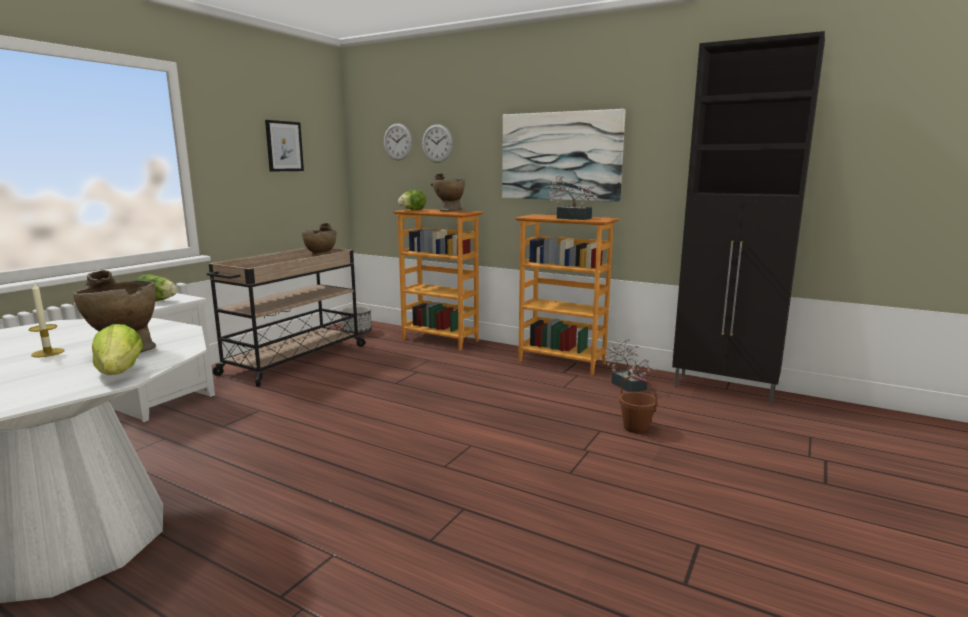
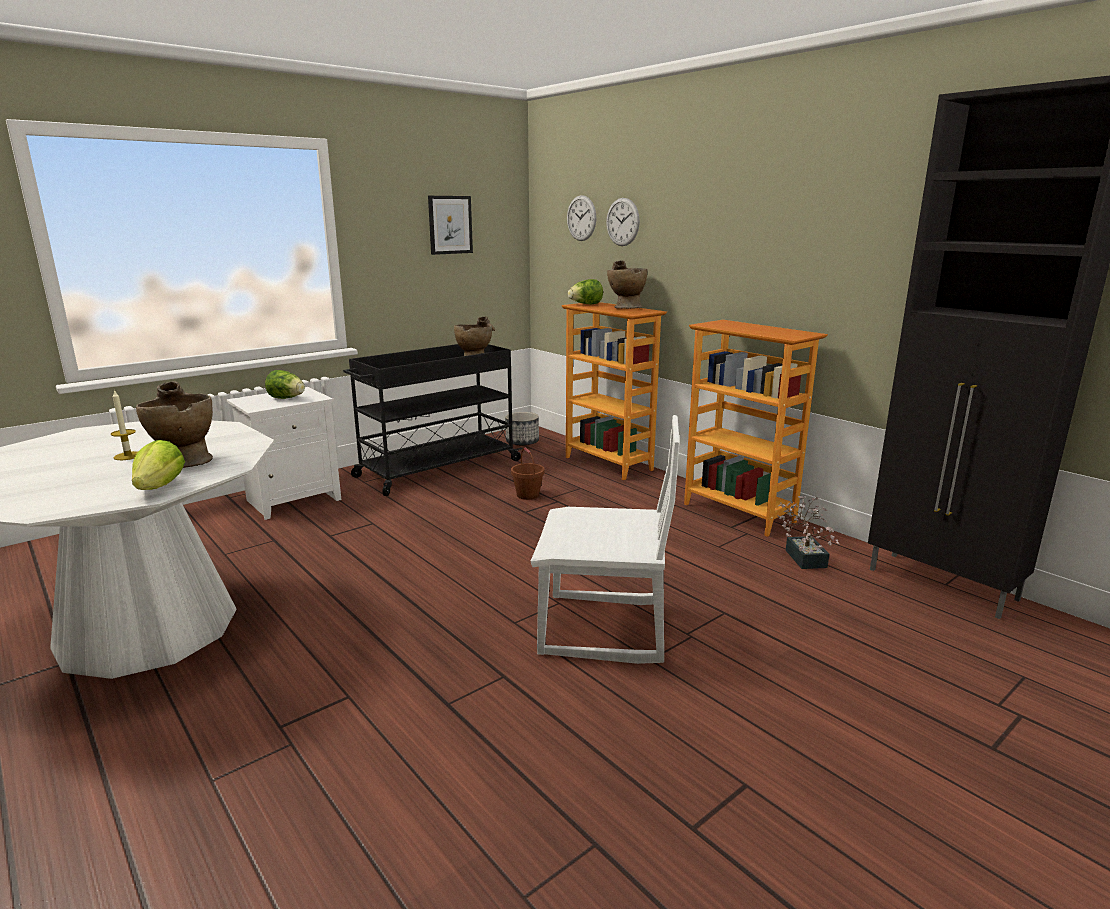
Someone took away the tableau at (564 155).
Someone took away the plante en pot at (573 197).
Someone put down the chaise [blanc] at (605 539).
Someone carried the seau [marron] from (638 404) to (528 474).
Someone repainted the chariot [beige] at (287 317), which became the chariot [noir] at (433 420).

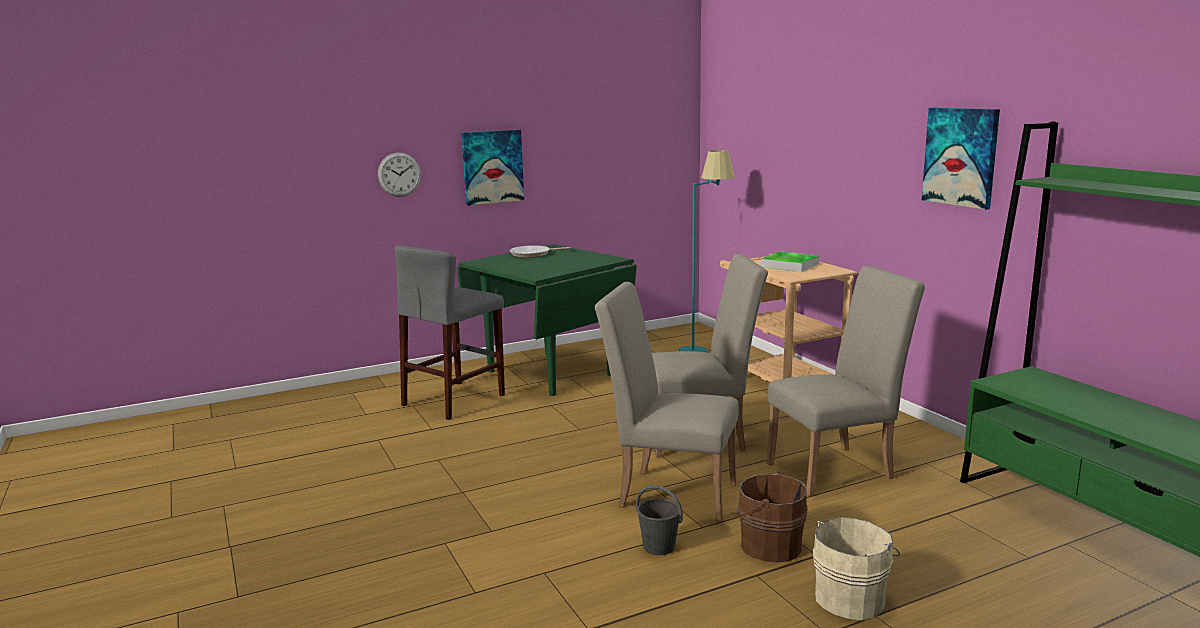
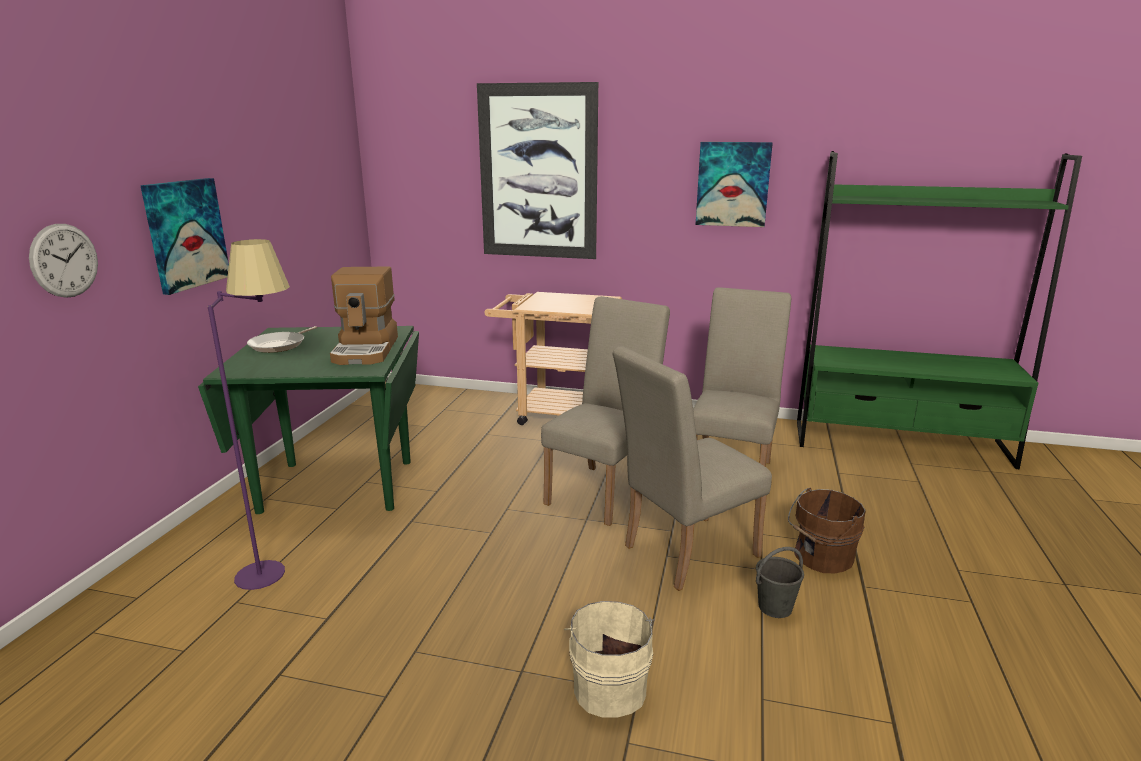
Someone took away the lampadaire [turquoise] at (707 251).
Someone took away the plateau at (790 261).
Someone put down the machine à café at (364 316).
Someone put up the tableau at (537 170).
Someone carried the seau [beige] from (856 568) to (609 659).
Someone swapped the tabouret [gris] at (450 332) for the lampadaire [violet] at (249 414).

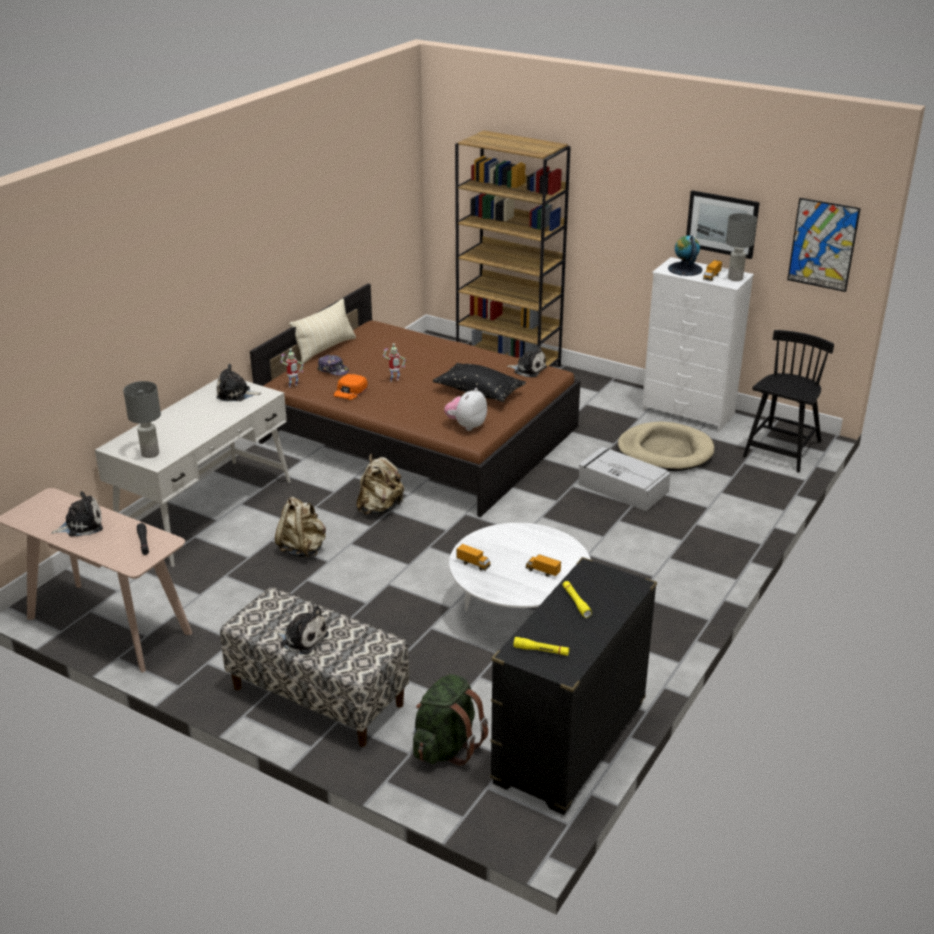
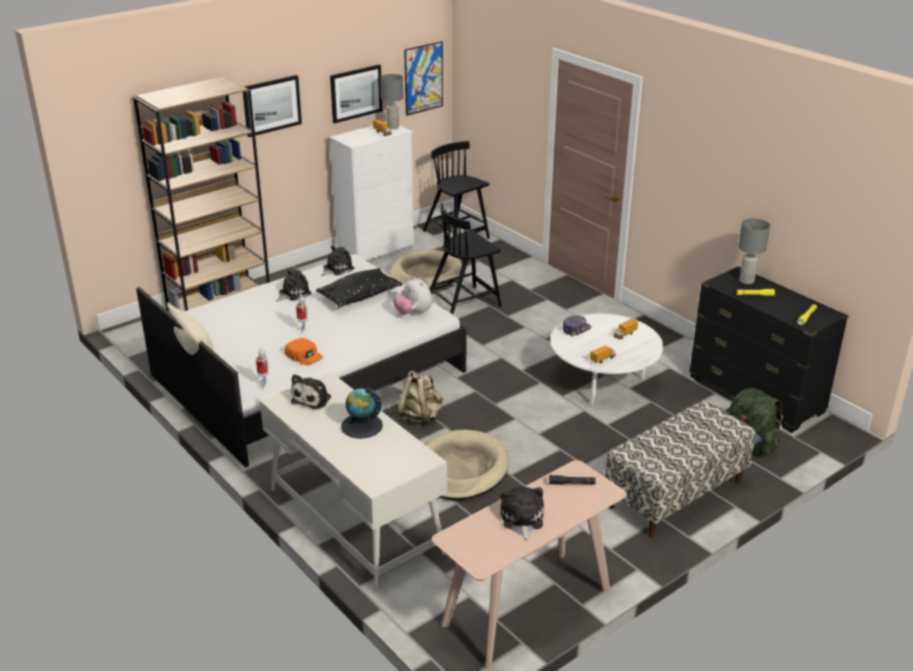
Someone put up the tableau at (272 106).
Someone carried the lampe de table [gris] from (142 419) to (754 251).
Someone carried the peluche from (301 630) to (293 285).
Someone carried the casquette from (333 365) to (577 326).
Someone carried the globe from (685 255) to (362 413).
Someone swapped the sac à dos [beige] at (300 527) for the panier pour chien [beige] at (467 465).
Someone swapped the boîte de rangement [gris] at (624 479) for the chaise [noir] at (466 258).
Someone repainted the lit [marron] at (415 400), which became the lit [blanc] at (301 360).

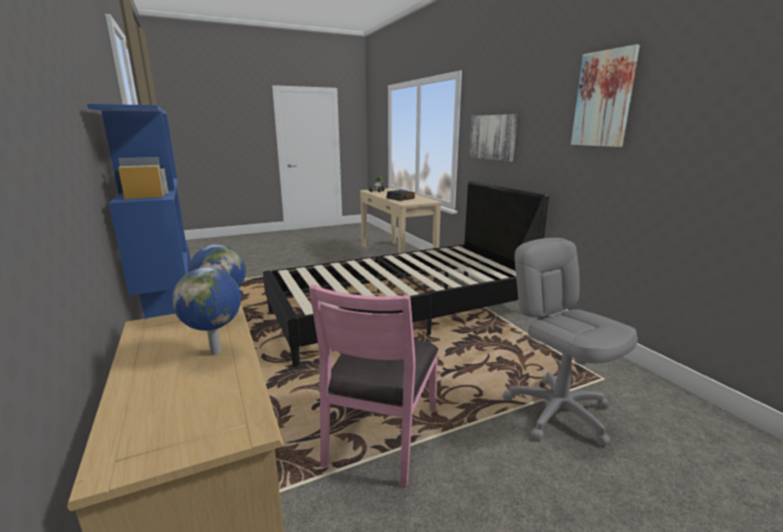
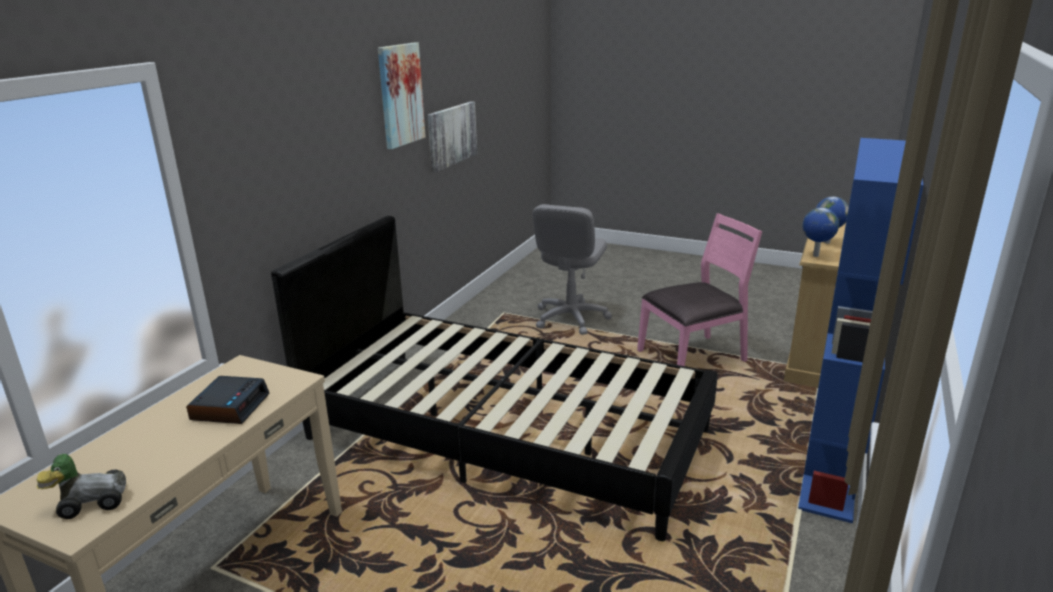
Someone carried the tableau from (493 138) to (452 136).

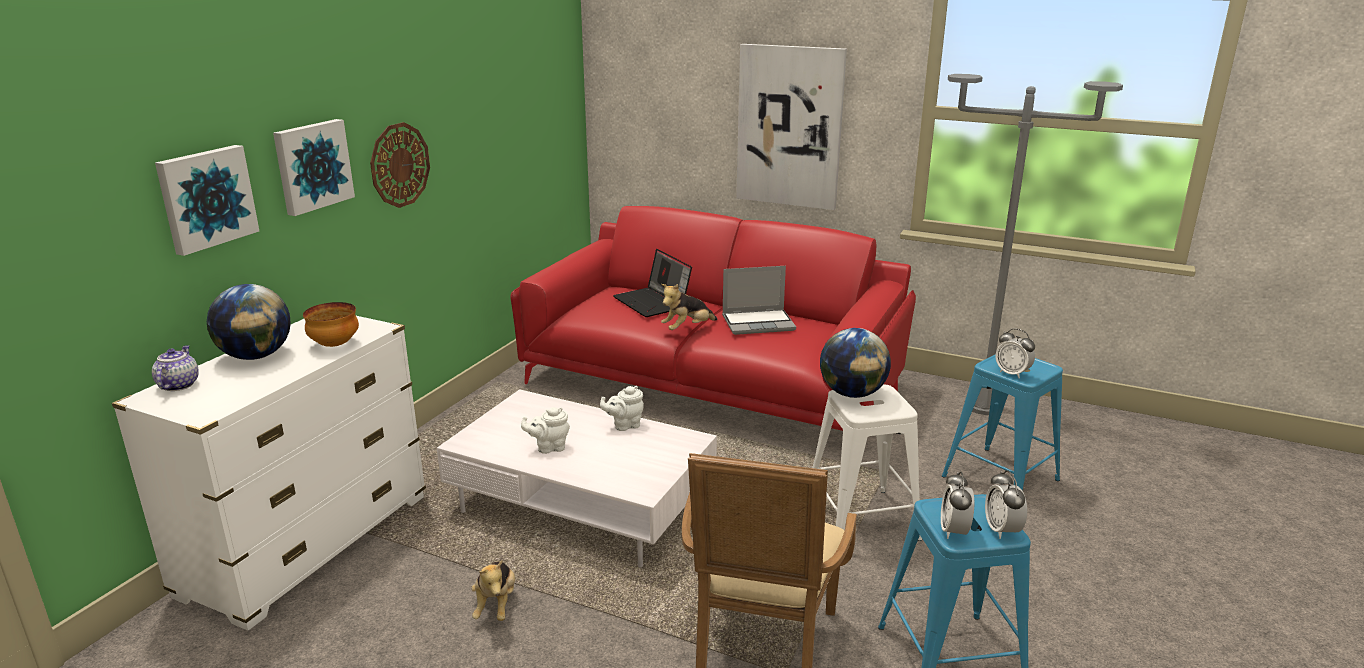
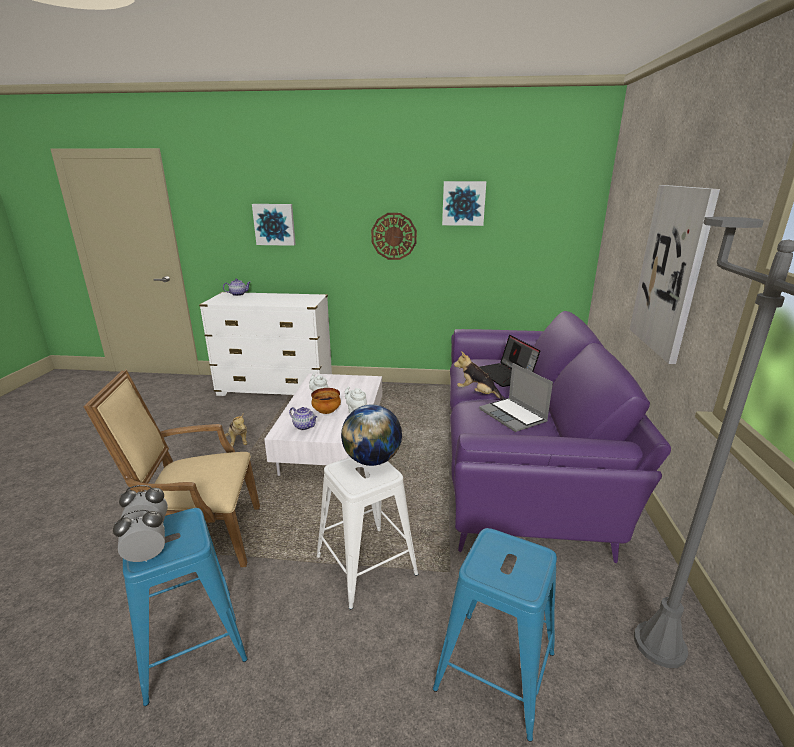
Someone took away the globe at (249 322).
Someone took away the réveil at (1015 353).
Someone put down the théière at (303 418).
Someone carried the tableau from (314 167) to (464 203).
Someone carried the bol from (331 324) to (326 401).
Someone repainted the canapé [rouge] at (713 318), which became the canapé [violet] at (560 437).
Someone rotated the peluche at (493 590) by 90 degrees counterclockwise.
Someone rotated the ordinateur portable at (652 283) by 60 degrees counterclockwise.

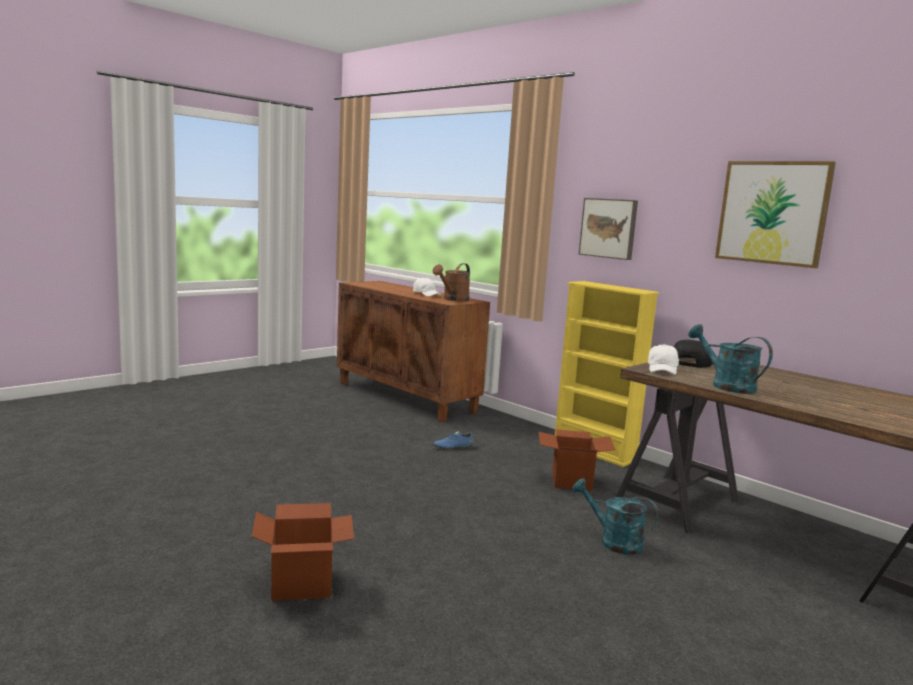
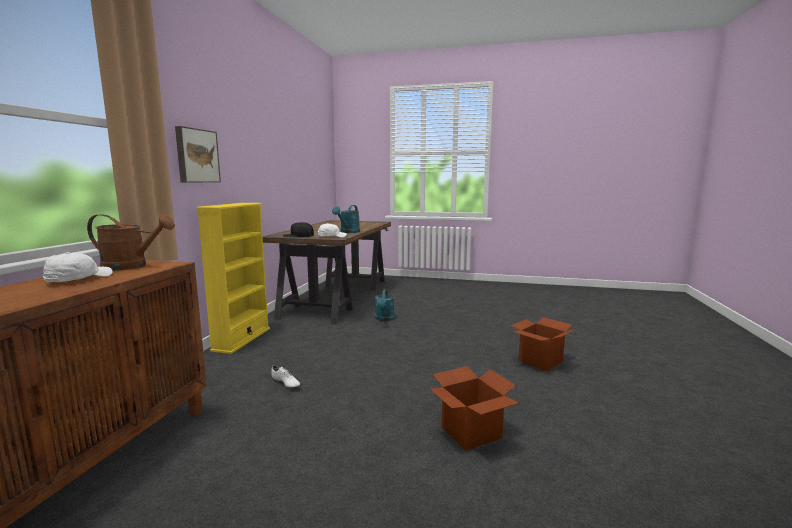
Someone took away the tableau at (775 214).
Someone carried the carton from (577 460) to (474 408).
Someone repainted the chaussure [bleu] at (453 440), which became the chaussure [blanc] at (285 377).

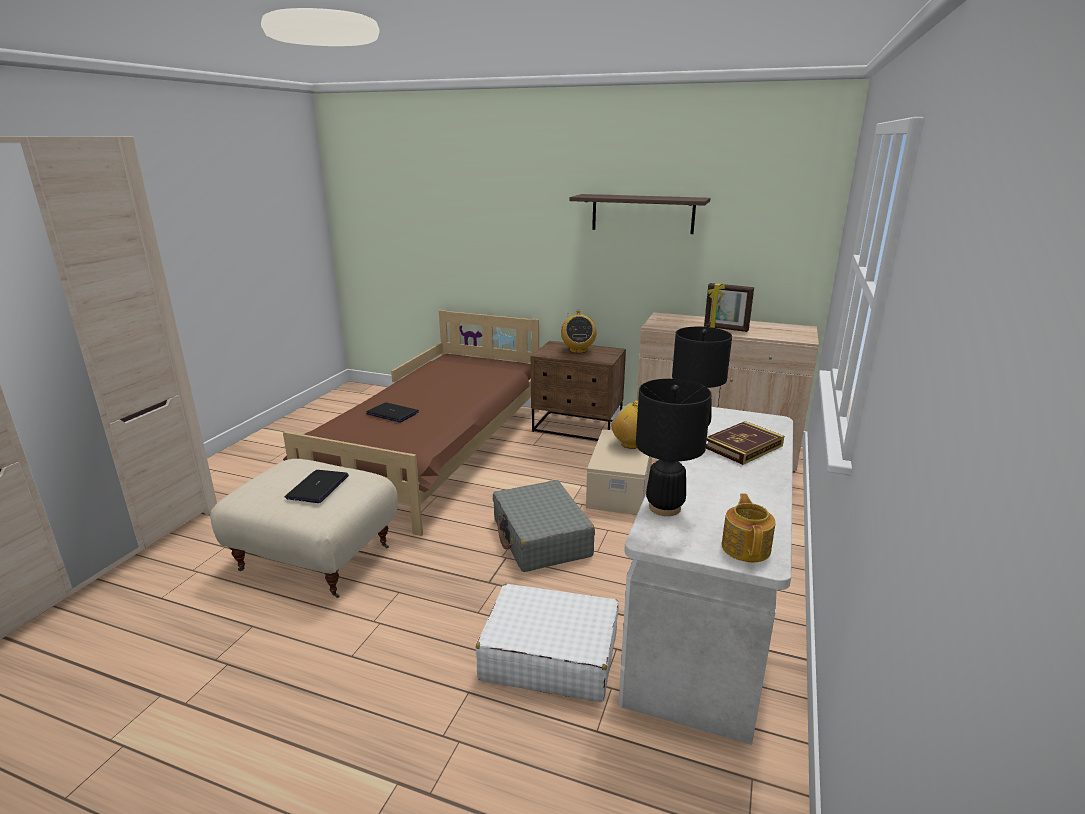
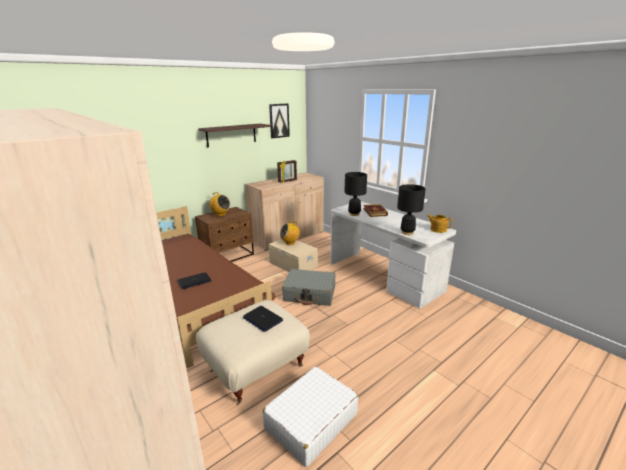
Someone put up the tableau at (279 121).
Someone carried the valise [blanc] from (547 643) to (310 417).

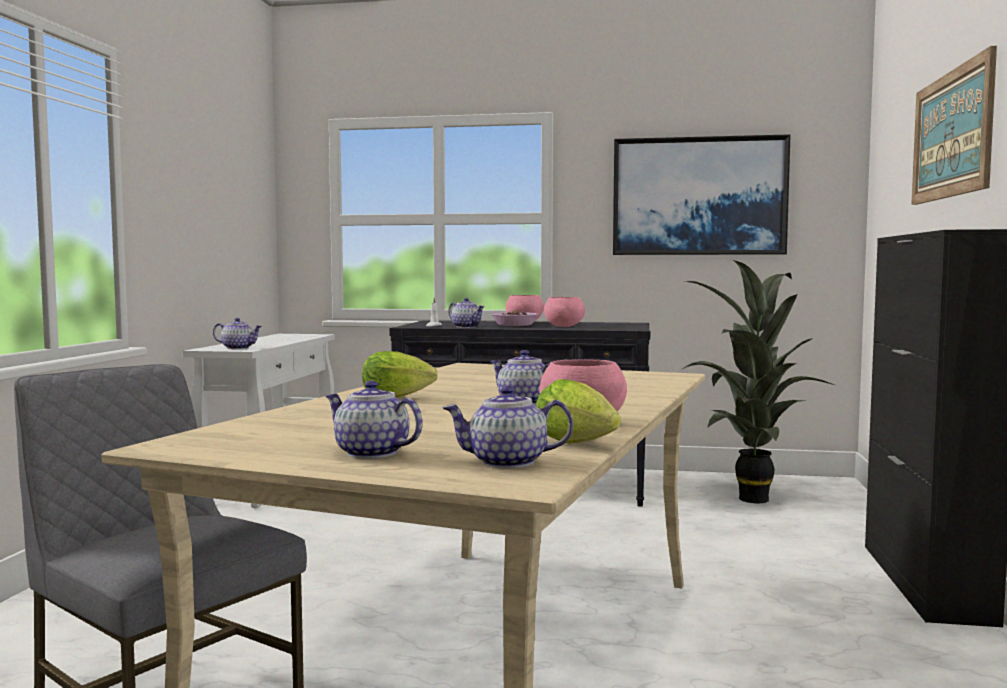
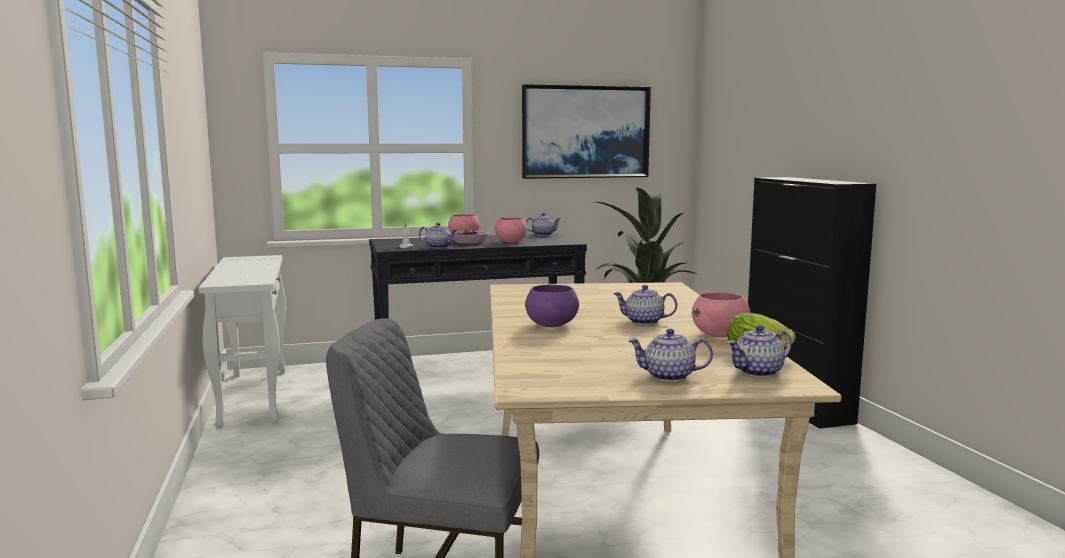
Someone took away the tableau at (954 125).
Someone carried the théière from (237 333) to (543 224).
Someone swapped the laitue at (400 374) for the bol [violet] at (552 306).

